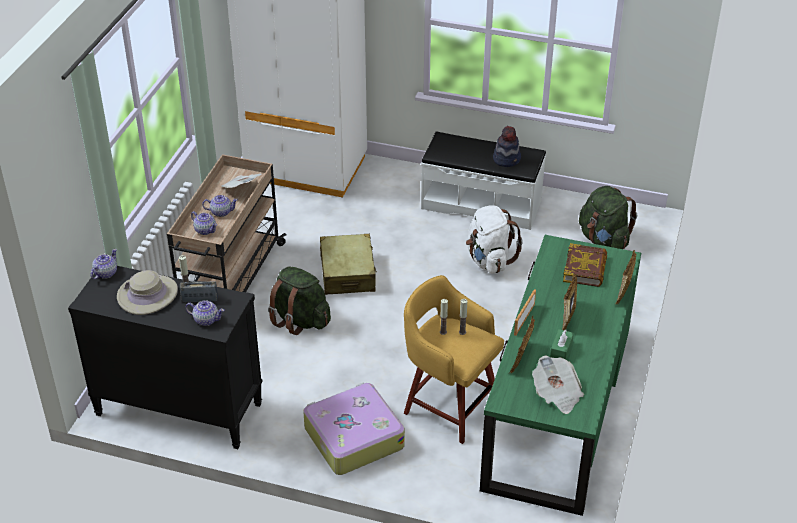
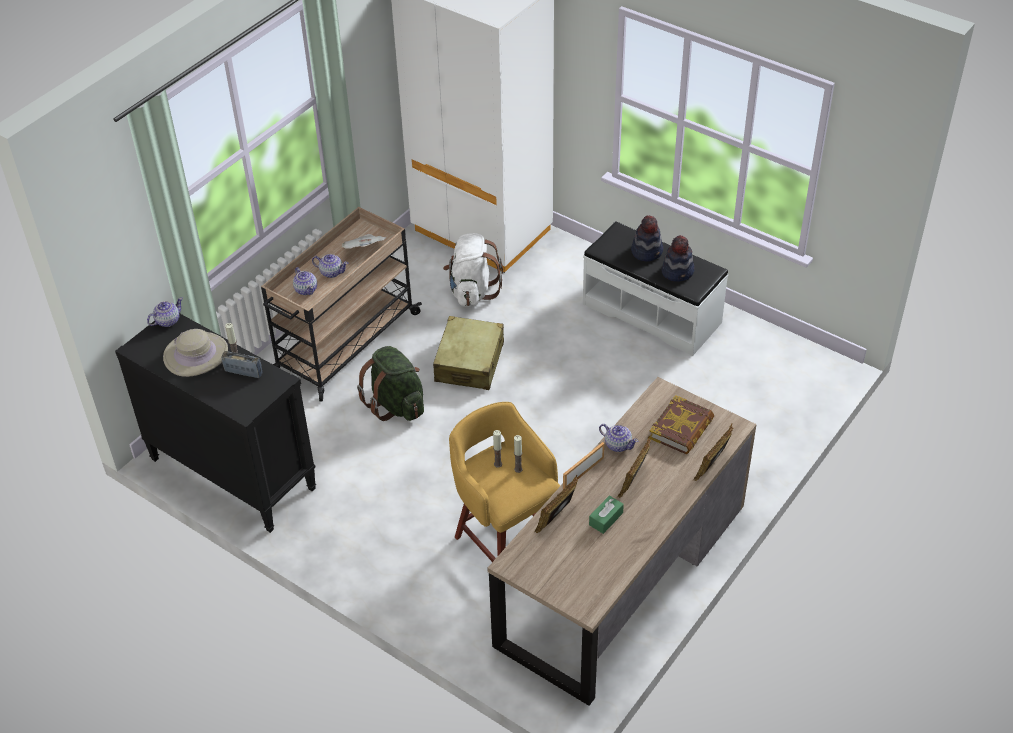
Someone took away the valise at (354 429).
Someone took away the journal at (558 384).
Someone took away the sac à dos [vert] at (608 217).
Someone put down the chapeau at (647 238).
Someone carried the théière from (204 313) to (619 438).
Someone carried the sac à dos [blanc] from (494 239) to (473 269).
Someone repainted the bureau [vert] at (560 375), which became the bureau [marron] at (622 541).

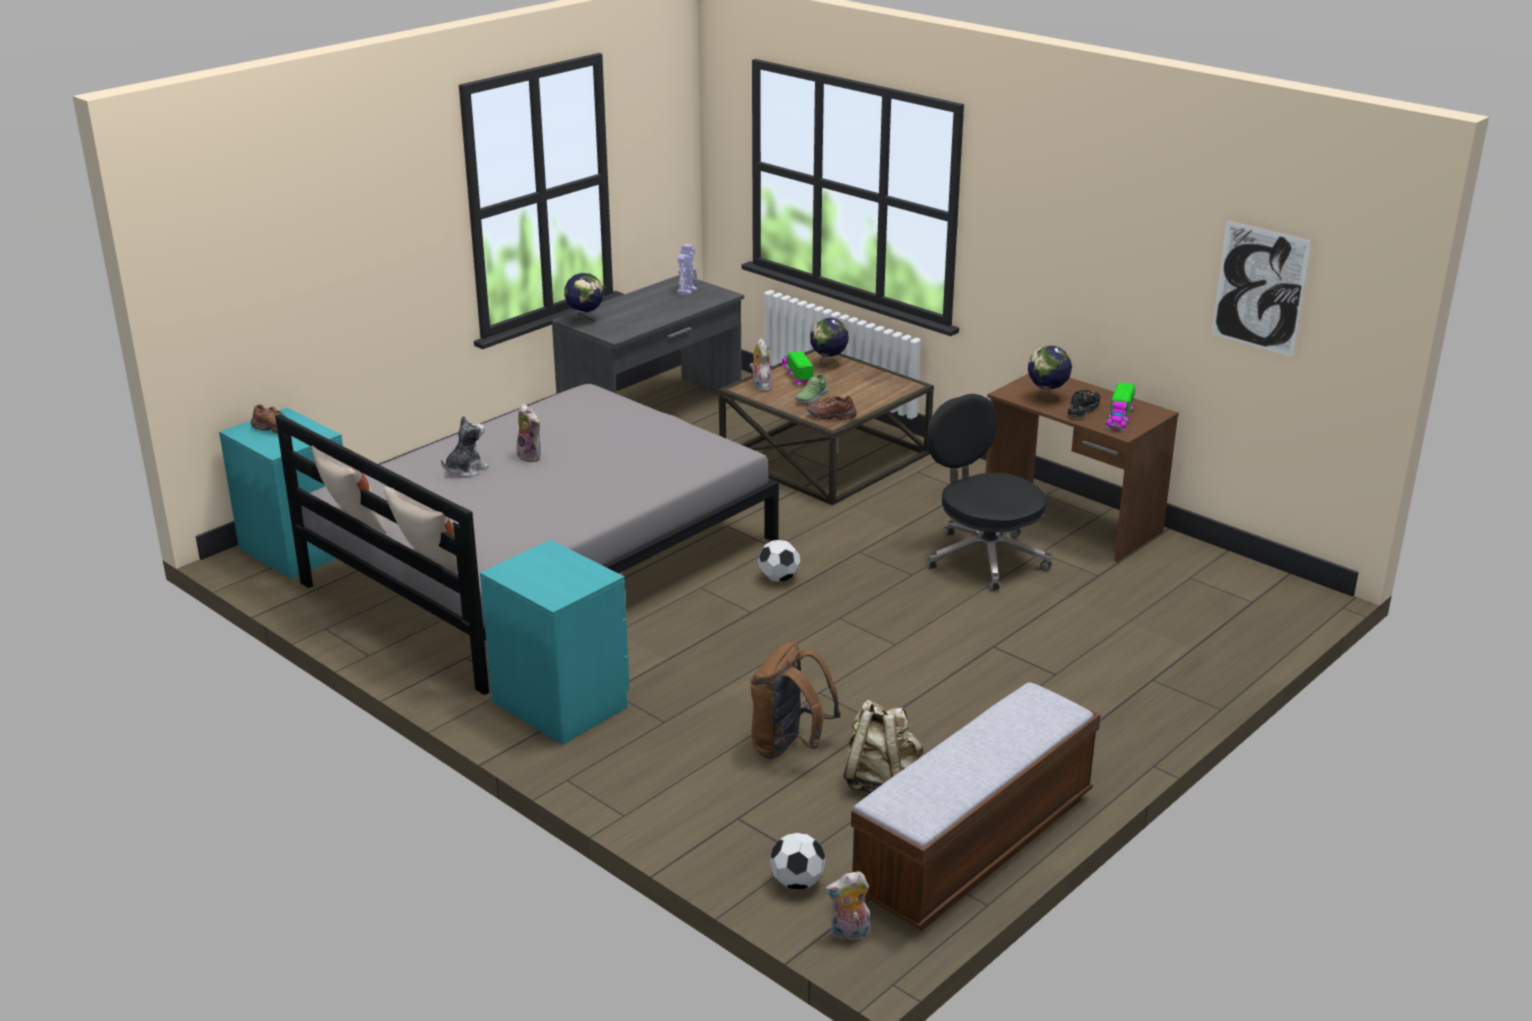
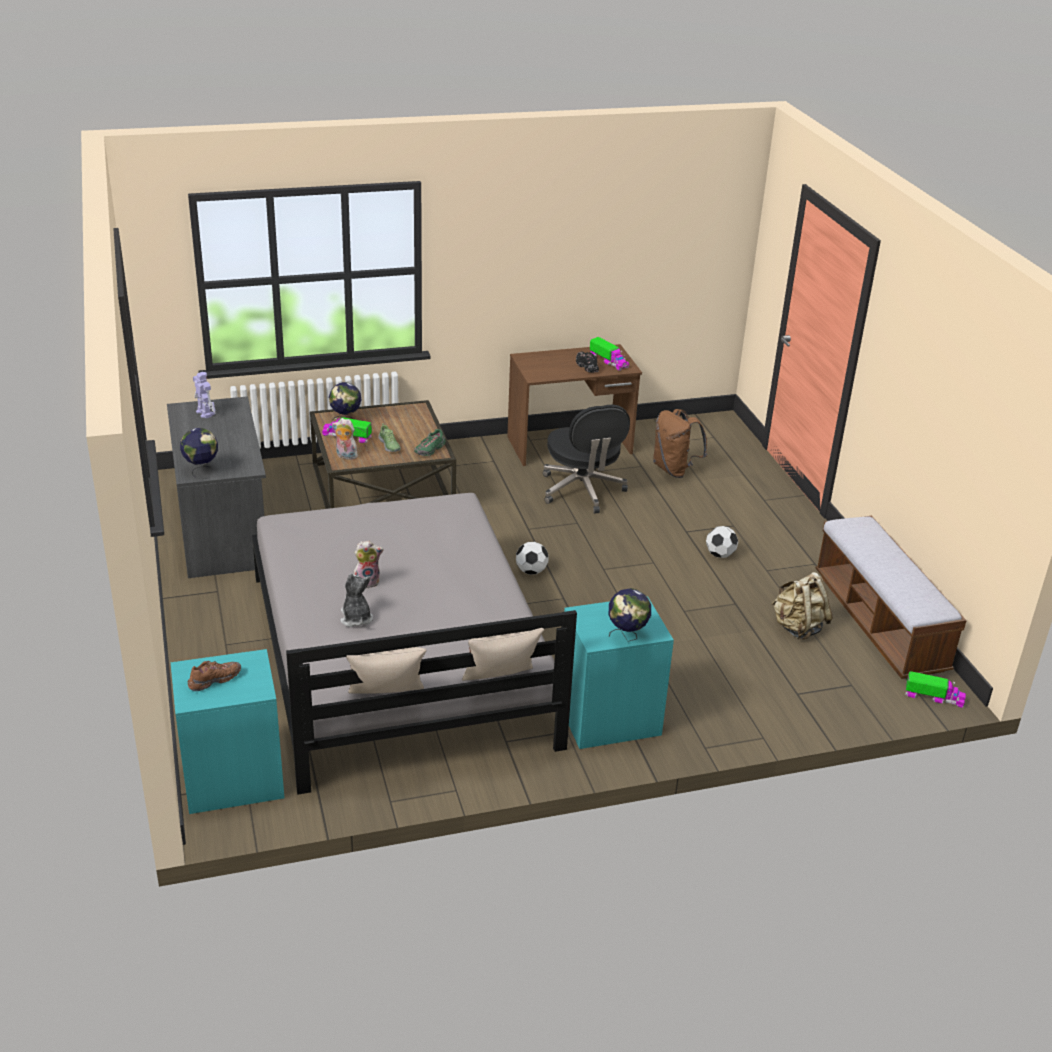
Someone took away the tableau at (1261 289).
Someone carried the sac à dos [marron] from (795 700) to (680 443).
Someone carried the ballon de foot from (798 861) to (722 542).
Someone carried the globe from (1050 374) to (630 615).
Someone swapped the peluche at (847 906) for the camion jouet at (935 689).
Someone repainted the chaussure [marron] at (832 408), which became the chaussure [vert] at (430 442).
Someone rotated the chaise de bureau [noir] at (989 492) by 105 degrees counterclockwise.

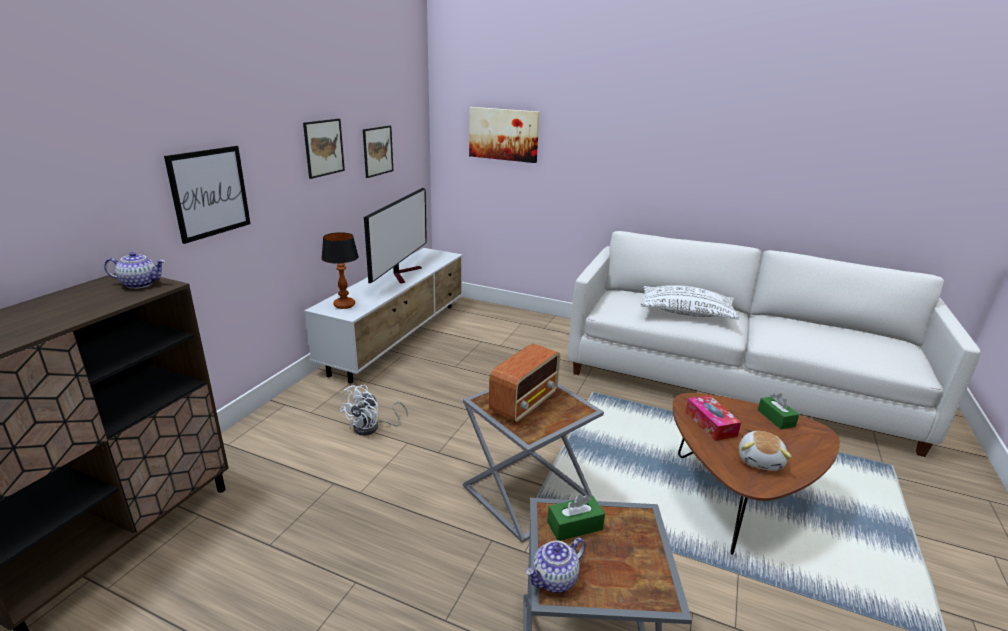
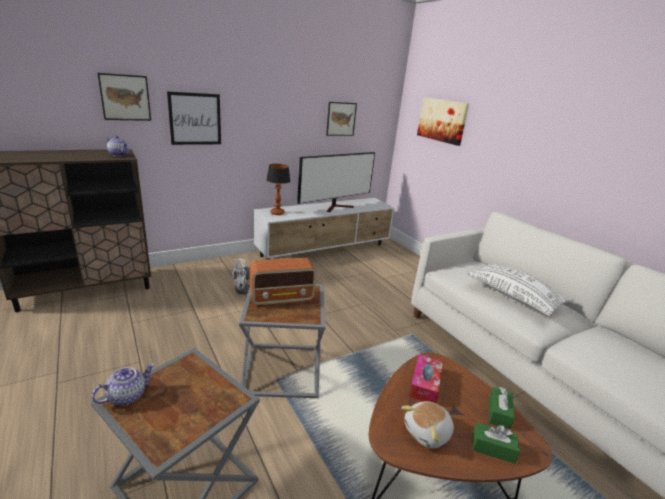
Someone carried the tableau from (324 149) to (124 97).
Someone carried the boîte à mouchoirs [vert] from (576 517) to (496 443).
Someone rotated the théière at (556 565) by 135 degrees clockwise.

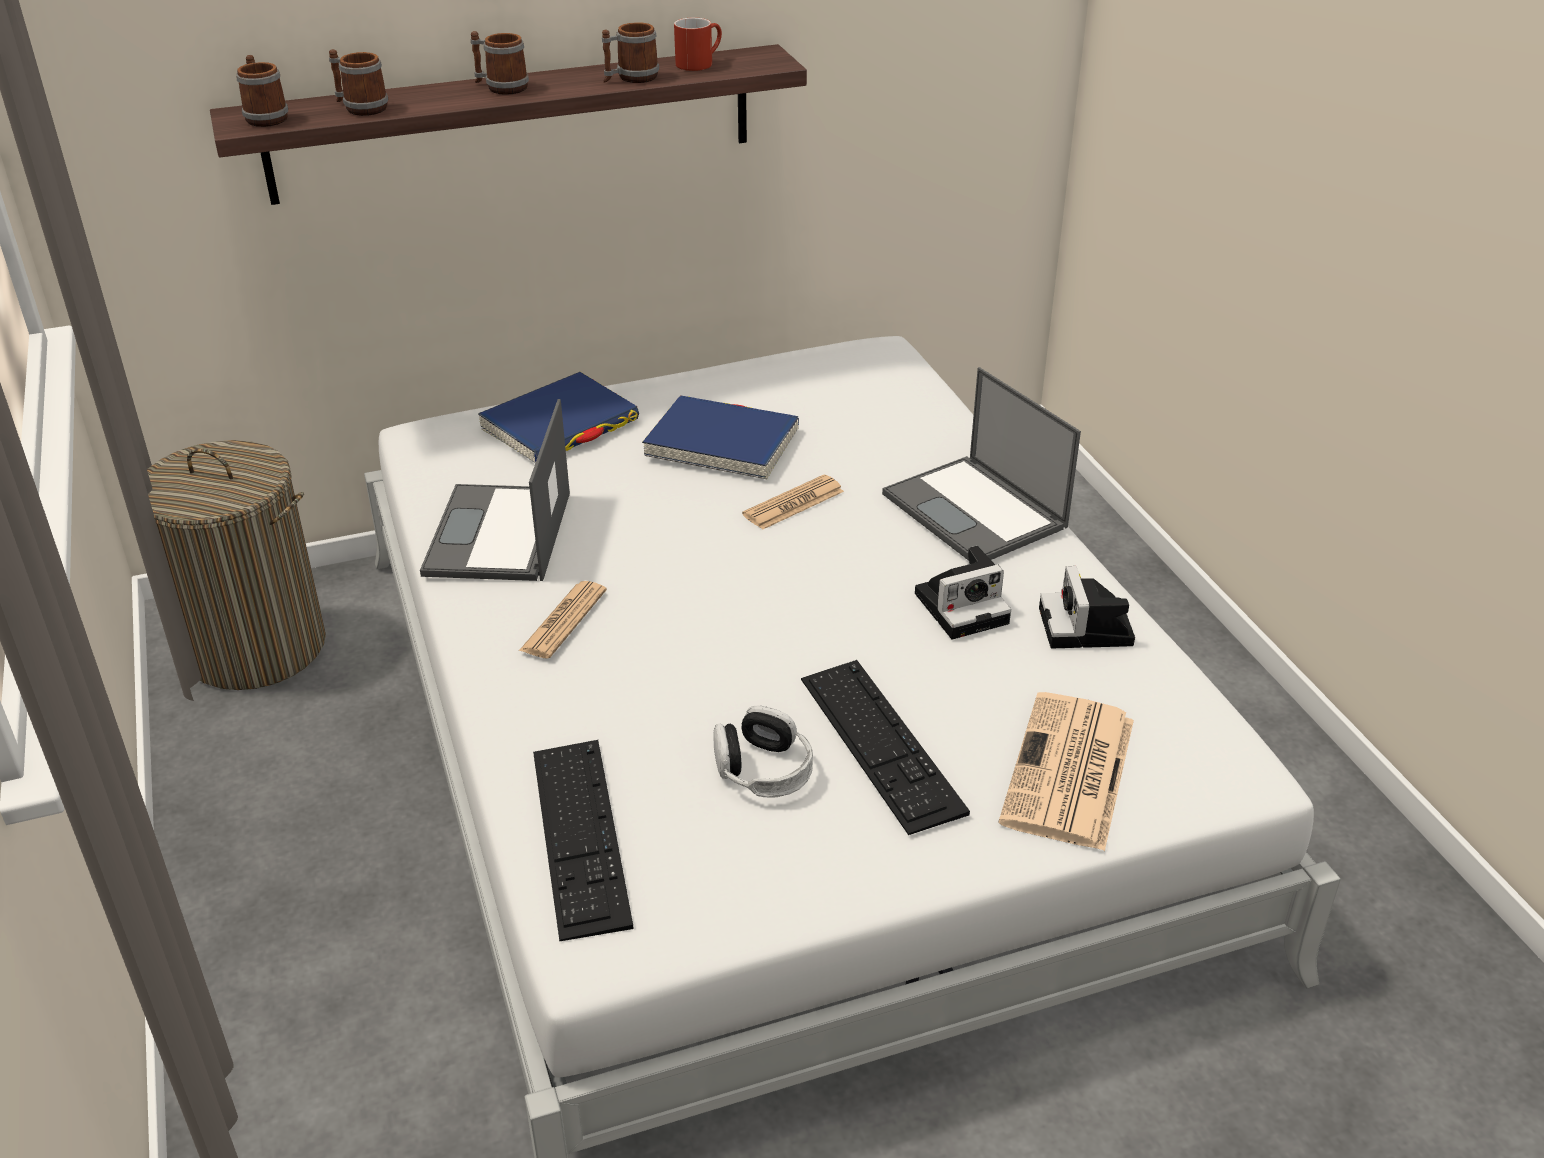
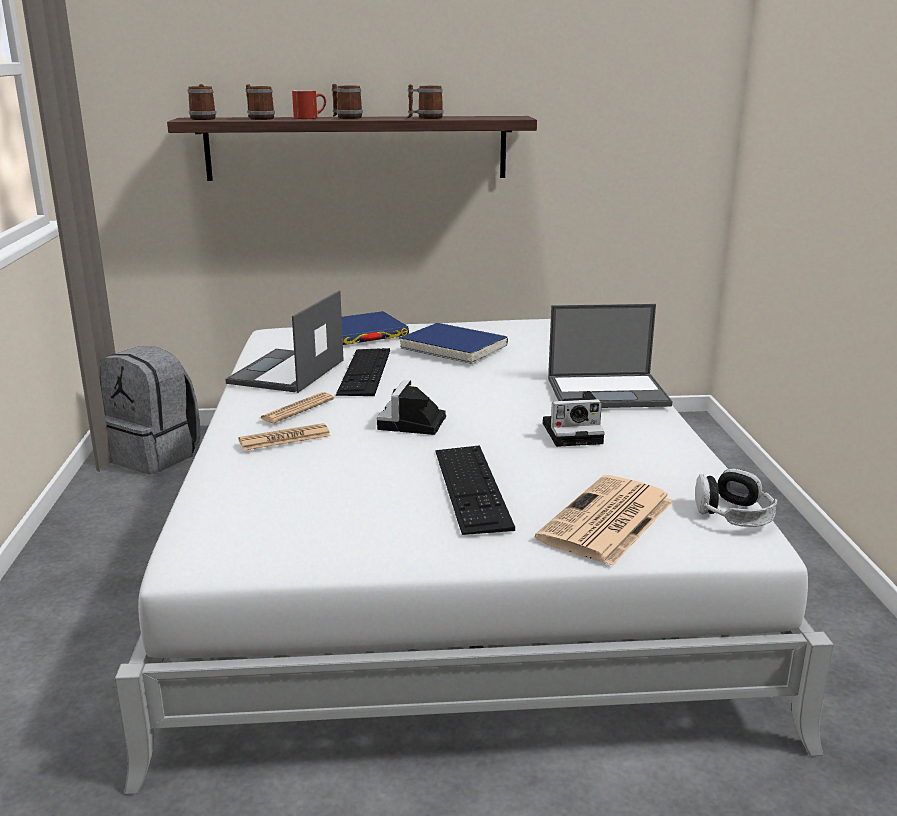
Someone carried the clavier from (583 841) to (363 372).
Someone carried the mug [rouge] from (698 44) to (309 104).
Someone carried the casque audio from (763 751) to (736 497).
Someone carried the journal from (793 502) to (285 436).
Someone carried the appareil photo from (1087 607) to (411 407).
Someone swapped the panier à linge at (236 565) for the sac à dos [gris] at (150 410).
Someone rotated the ordinateur portable at (981 464) by 75 degrees counterclockwise.

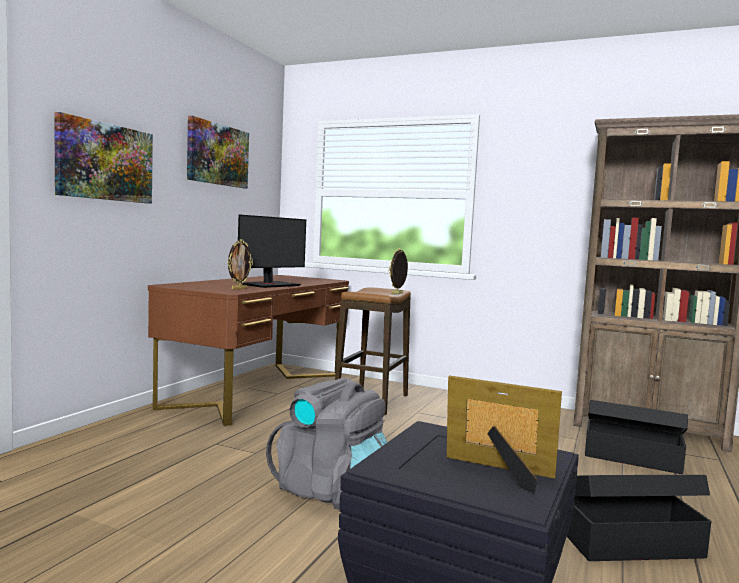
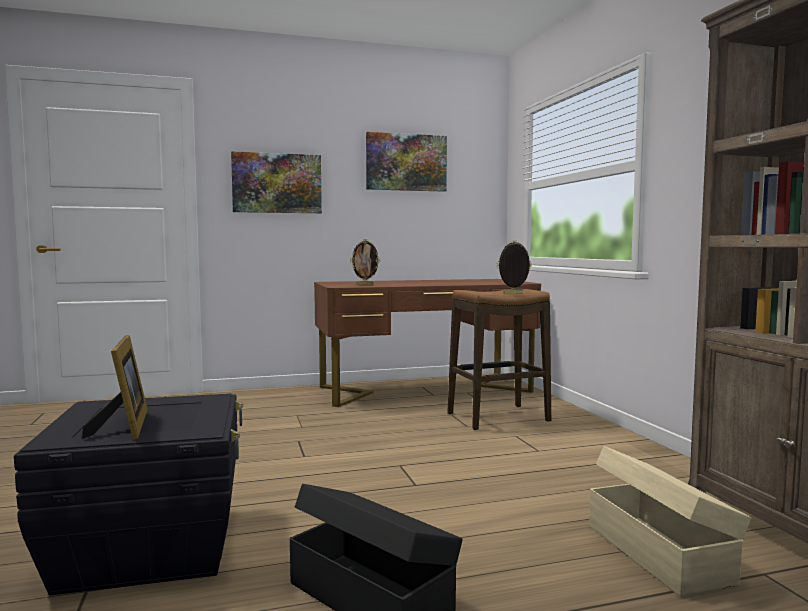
Someone took away the écran d'ordinateur at (272 251).
Someone took away the sac à dos [gris] at (326 443).
Someone repainted the boîte de rangement [noir] at (636 437), which became the boîte de rangement [beige] at (670 521).

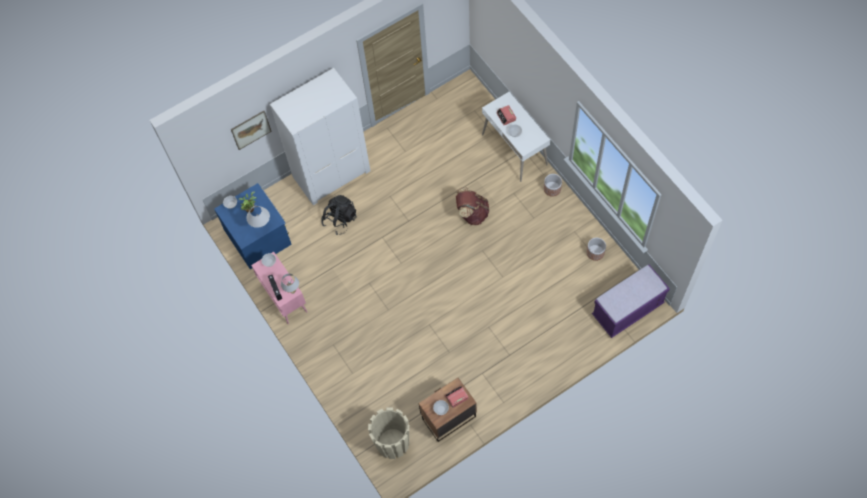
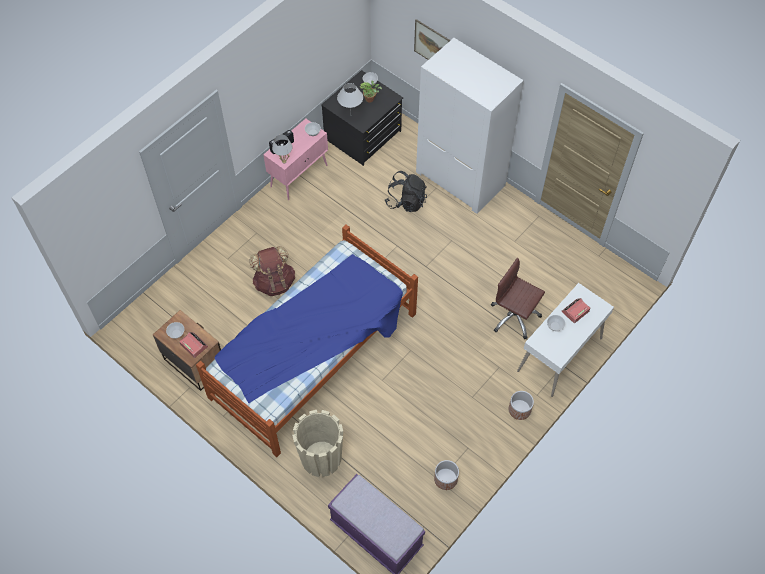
Someone put down the lit at (307 340).
Someone put down the chaise de bureau [marron] at (518 298).
Someone carried the cache-pot [beige] from (388 433) to (317 443).
Someone carried the sac à dos [marron] from (472 206) to (272 271).
Someone repainted the commode [bleu] at (253 226), which became the commode [noir] at (362 118).

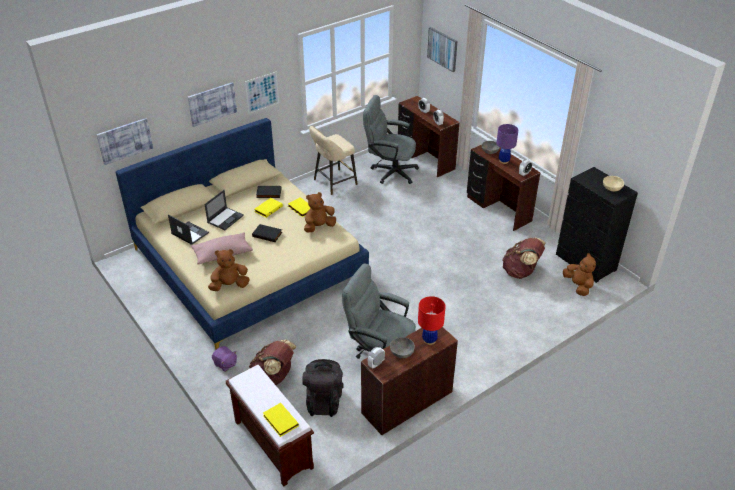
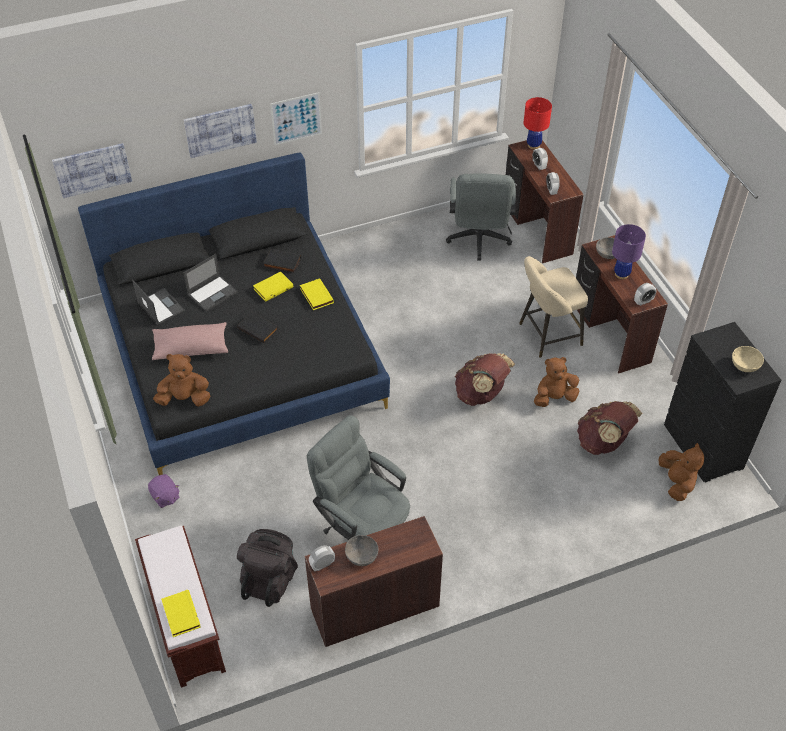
Someone took away the tableau at (442 49).
Someone carried the sac à dos [marron] from (273 362) to (485 379).
Someone carried the peluche [marron] from (320 212) to (556 382).
Someone carried the tabouret [beige] from (333 160) to (553 307).
Someone carried the lampe de table [rouge] from (432 320) to (538 123).
Someone repainted the lit [beige] at (242 234), which became the lit [noir] at (234 313).
Someone rotated the chaise de bureau [gris] at (391 139) by 120 degrees counterclockwise.

